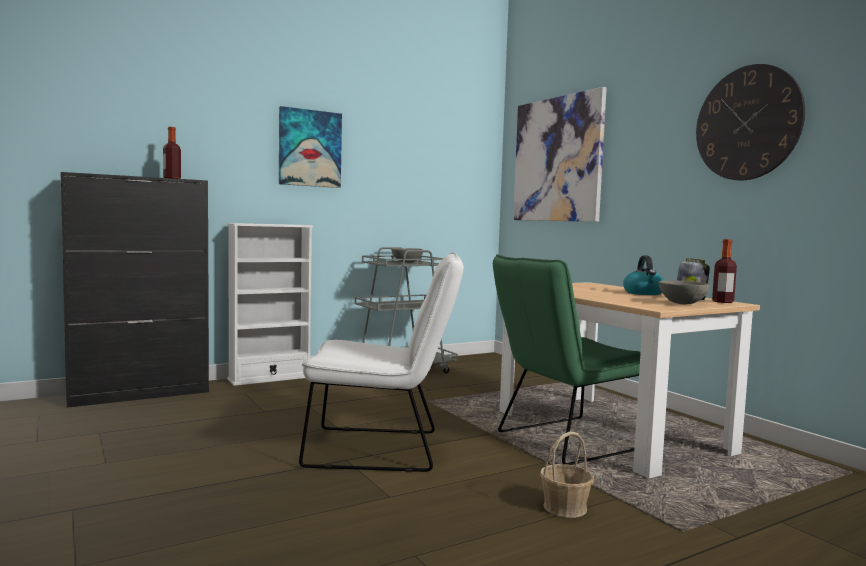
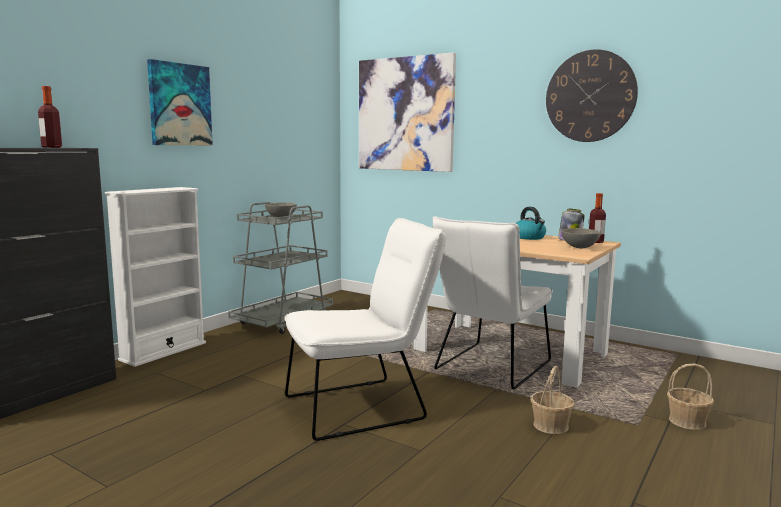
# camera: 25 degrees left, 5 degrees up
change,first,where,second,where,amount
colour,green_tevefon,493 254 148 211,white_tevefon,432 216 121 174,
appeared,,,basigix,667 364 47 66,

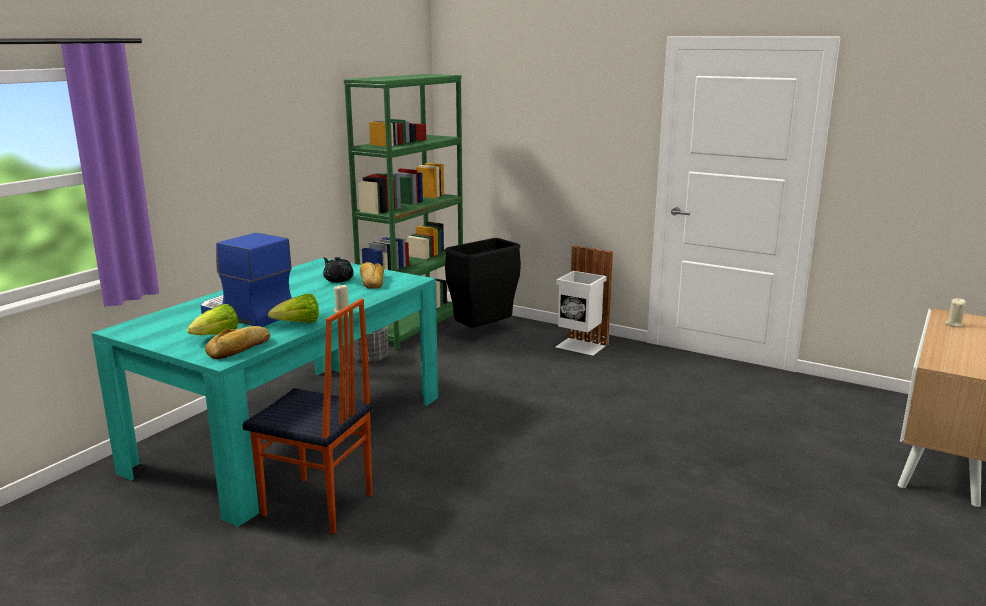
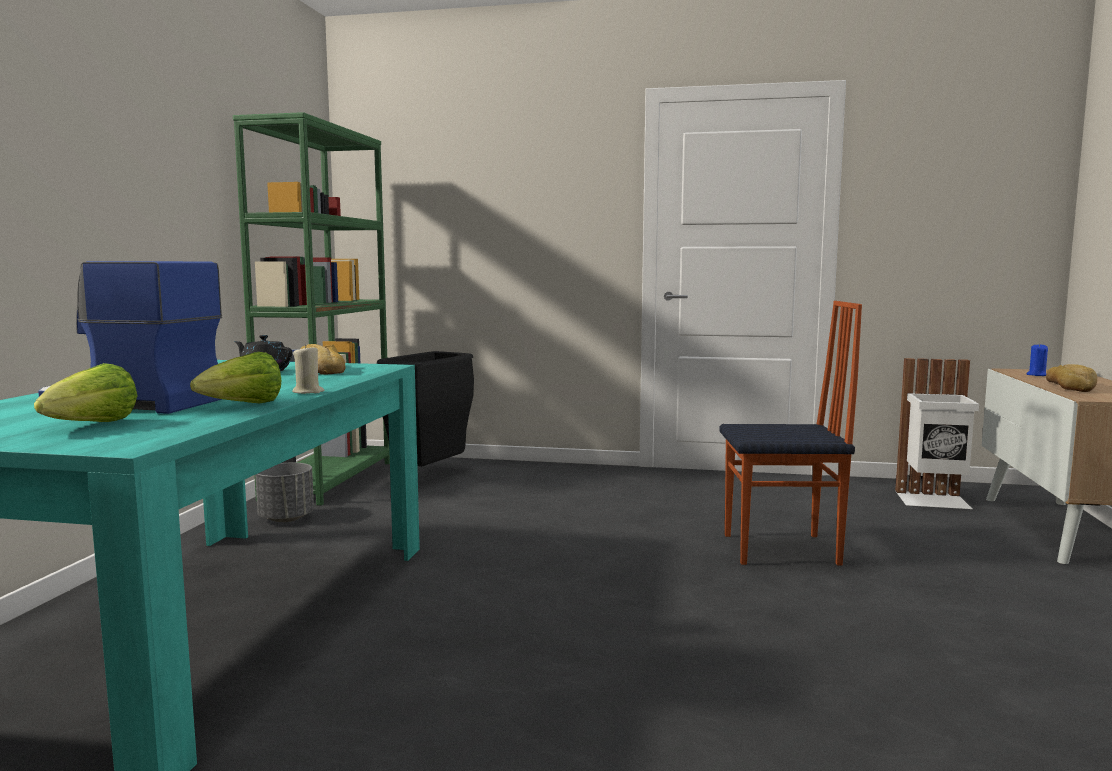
# camera: 20 degrees left, 10 degrees down
change,first,where,second,where,amount
relocated,tevefon,243 299 130 235,,719 301 143 264,
relocated,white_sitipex,556 245 57 111,,895 358 84 151,
colour,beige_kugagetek,945 298 21 29,blue_kugagetek,1027 343 21 33,
relocated,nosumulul,205 326 65 33,,1046 364 51 28,

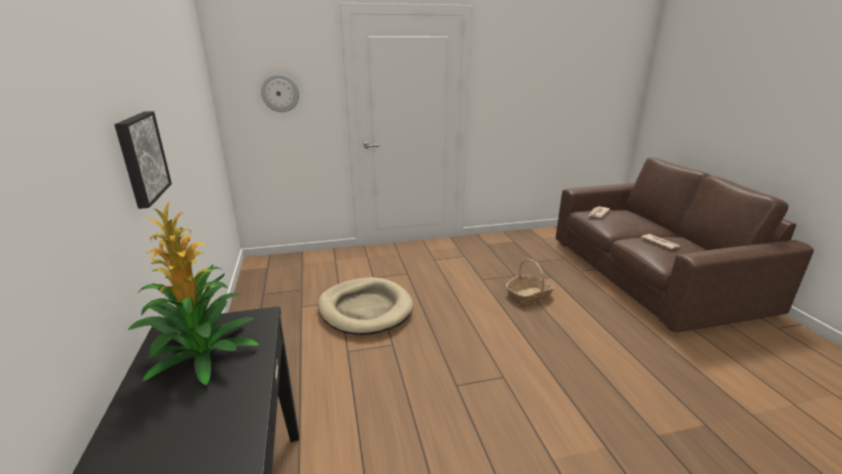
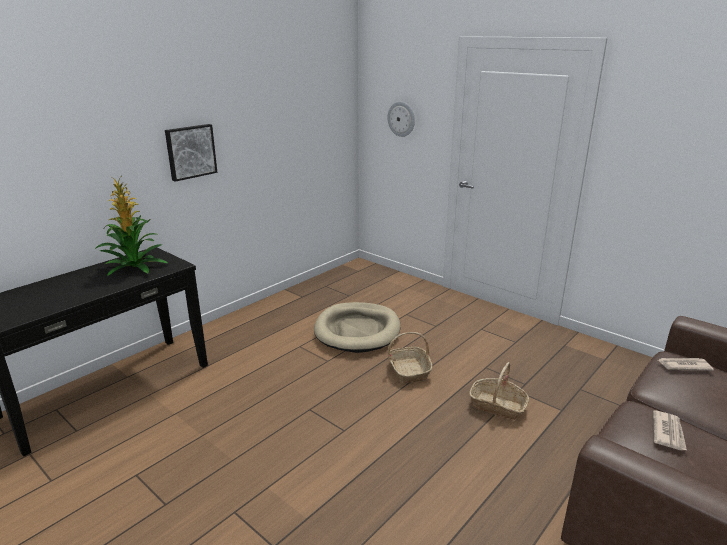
# camera: 55 degrees right, 0 degrees up
change,first,where,second,where,amount
appeared,,,basigix,388 332 45 51,

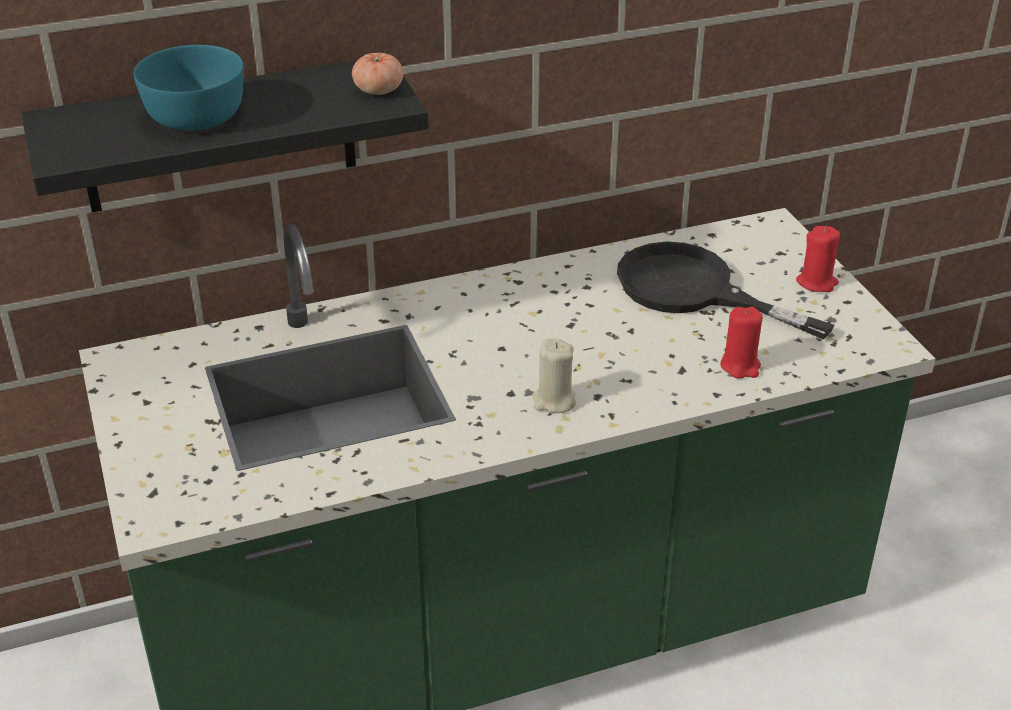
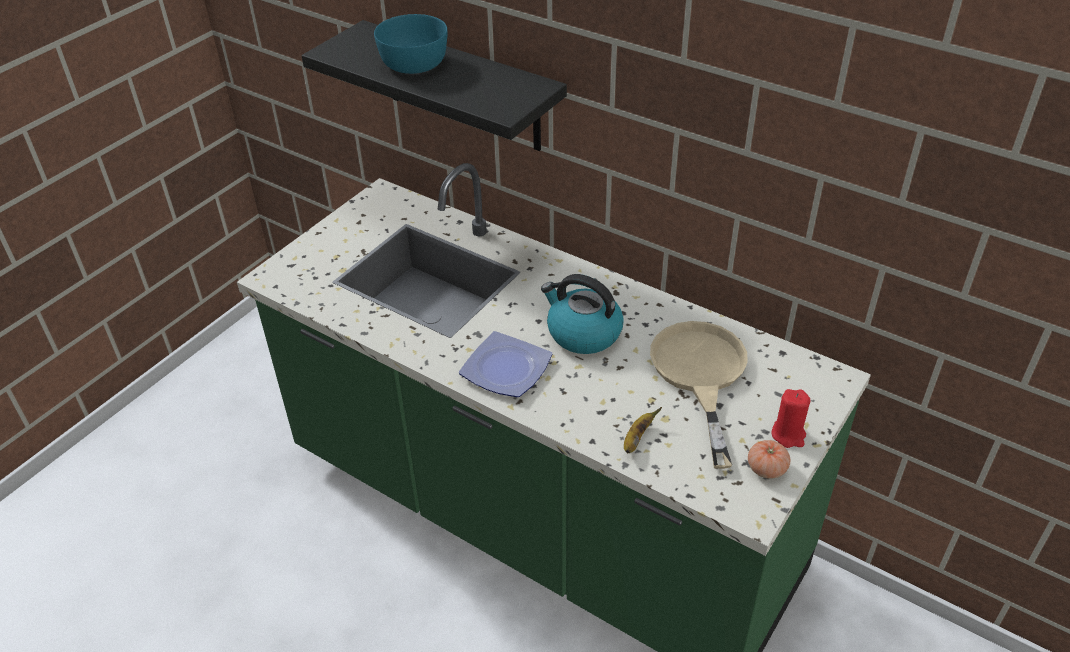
# camera: 55 degrees right, 5 degrees up
change,first,where,second,where,amount
exchanged,beige_kugagetek,533 338 43 75,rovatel,459 331 94 66,
appeared,,,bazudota,541 274 83 80,
exchanged,red_kugagetek,720 307 43 72,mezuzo,624 407 38 46,
colour,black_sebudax,617 242 218 97,beige_sebudax,650 321 98 148,
relocated,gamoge,352 53 51 42,,748 440 43 39,

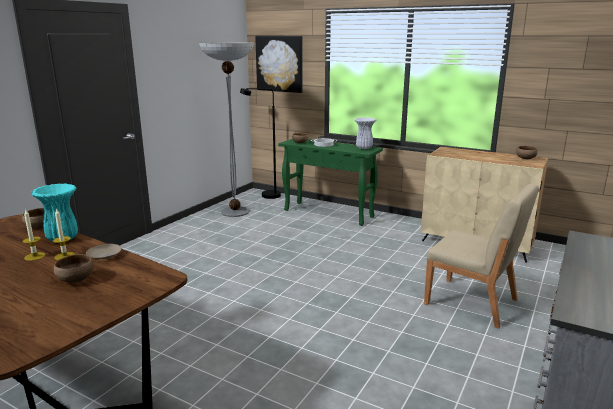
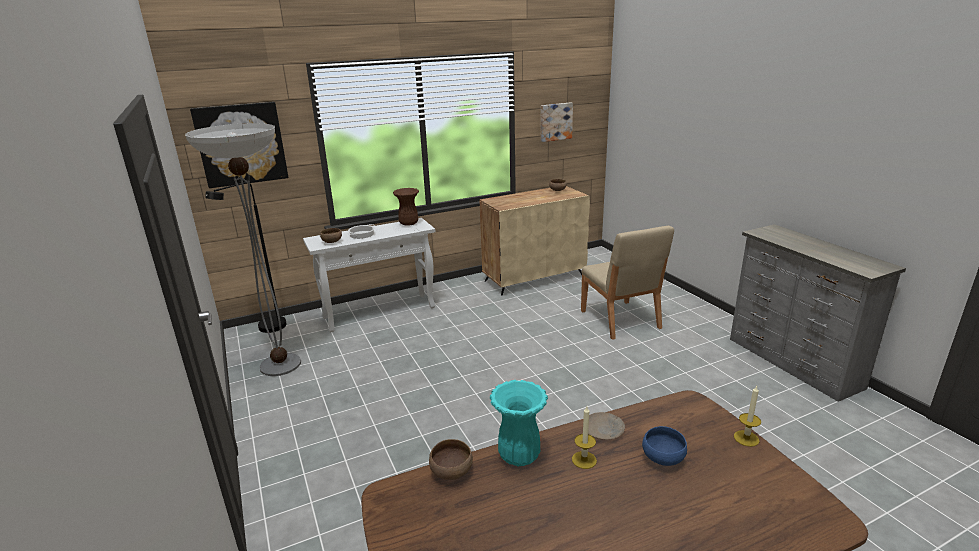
# camera: 55 degrees left, 5 degrees up
change,first,where,second,where,amount
colour,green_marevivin,278 139 105 87,white_marevivin,303 218 133 114,
colour,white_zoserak,354 117 23 32,brown_zoserak,393 188 26 38,
appeared,,,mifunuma,541 102 32 40,
spun,beige_tevefon,424 184 115 145,,581 226 93 114,90 degrees clockwise
colour,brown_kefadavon,54 254 40 29,blue_kefadavon,642 426 45 40,
relocated,kugagetek,22 209 24 52,,734 386 27 61,

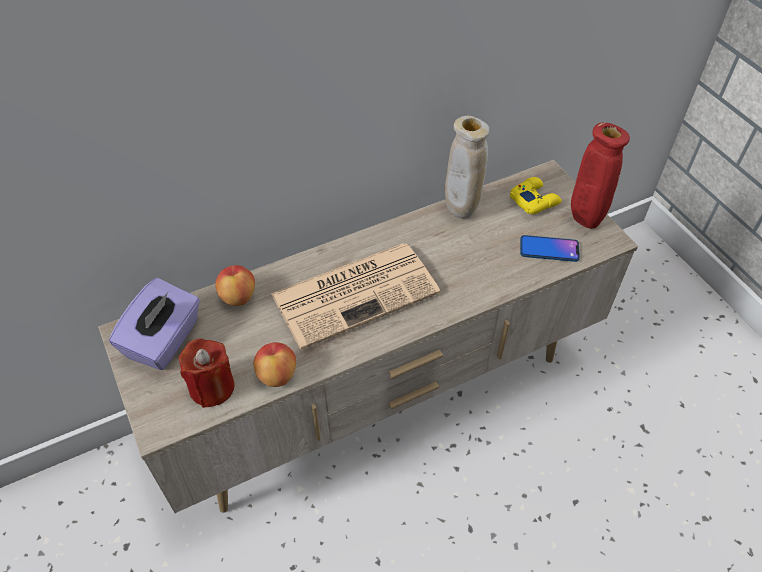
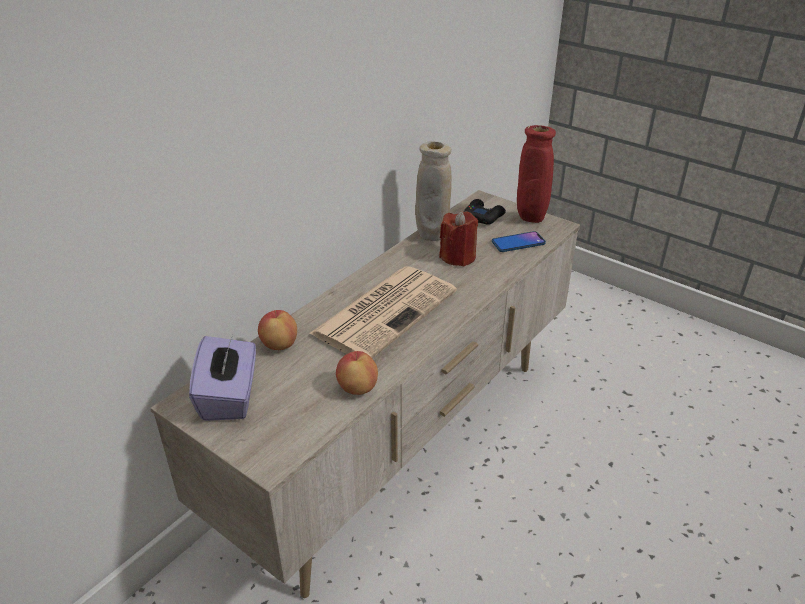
# camera: 25 degrees left, 15 degrees down
change,first,where,second,where,amount
relocated,red_kugagetek,179 339 56 69,,439 211 39 55,
colour,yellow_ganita,510 177 51 37,black_ganita,464 199 42 26,

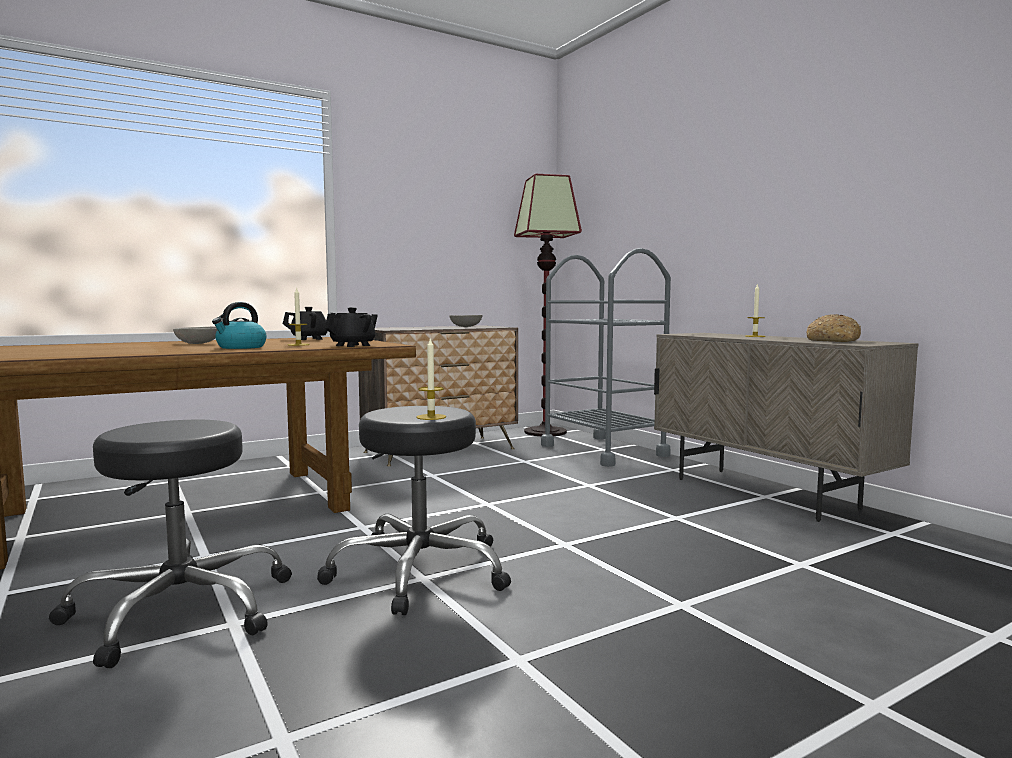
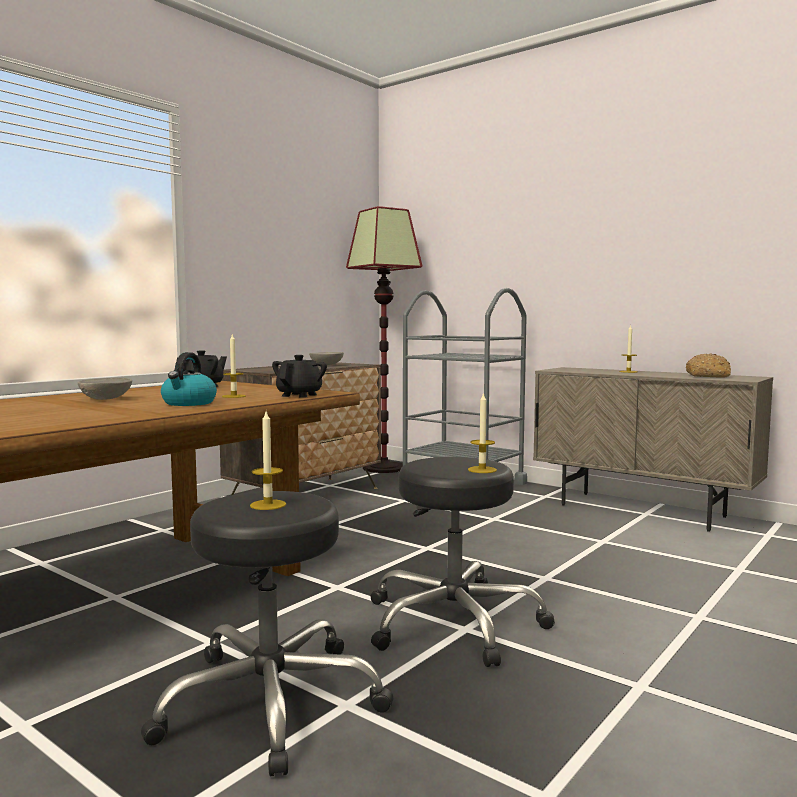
# camera: 20 degrees left, 0 degrees up
change,first,where,second,where,amount
appeared,,,kugagetek,250 411 36 99,

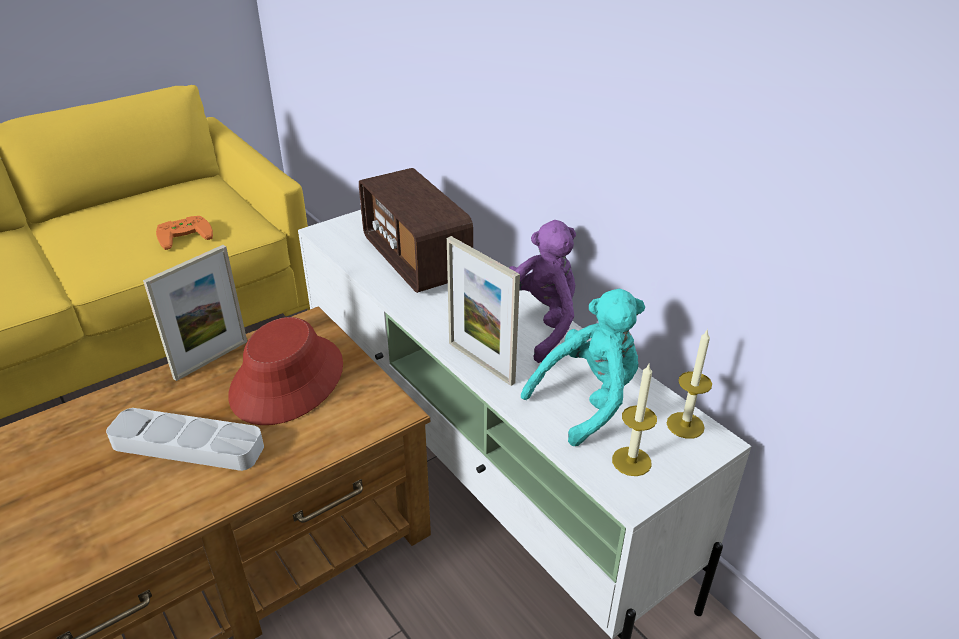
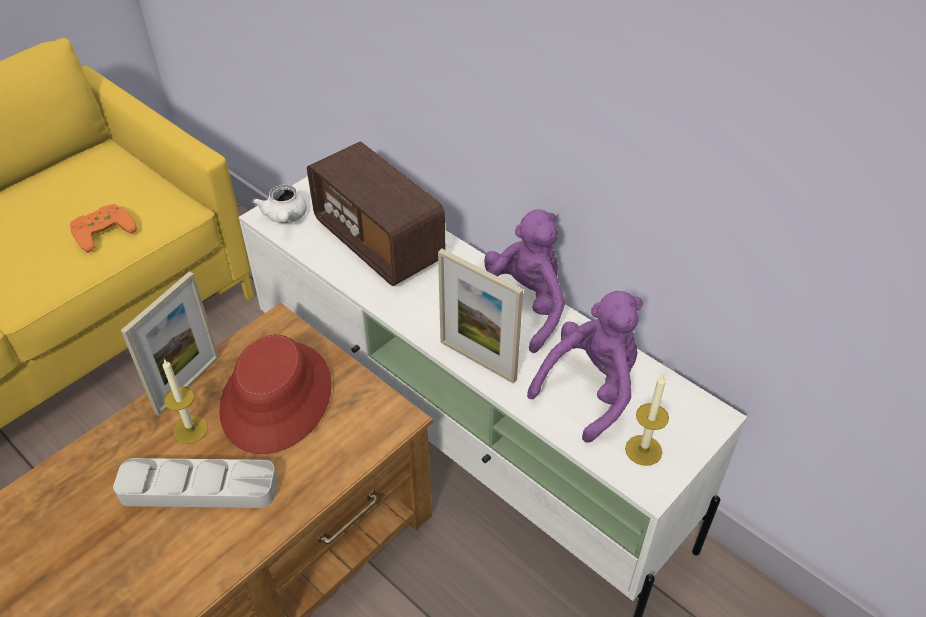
# camera: 10 degrees left, 10 degrees up
change,first,where,second,where,amount
relocated,kugagetek,667 329 45 110,,163 359 45 85,
appeared,,,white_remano,252 185 55 38,
colour,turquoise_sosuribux,521 289 124 157,purple_sosuribux,527 291 116 152,

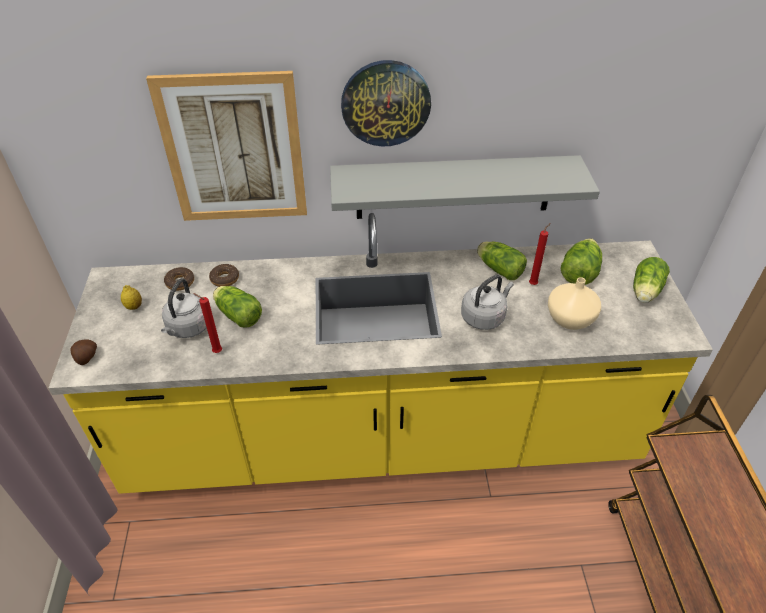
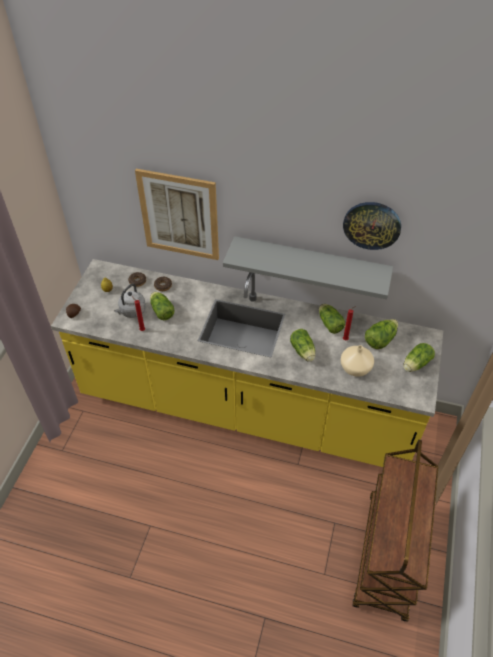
# camera: 20 degrees right, 5 degrees up
change,first,where,second,where,amount
exchanged,grey_bazudota,461 275 53 55,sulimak,290 329 25 33,
relocated,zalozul,341 60 90 86,,343 202 58 48,

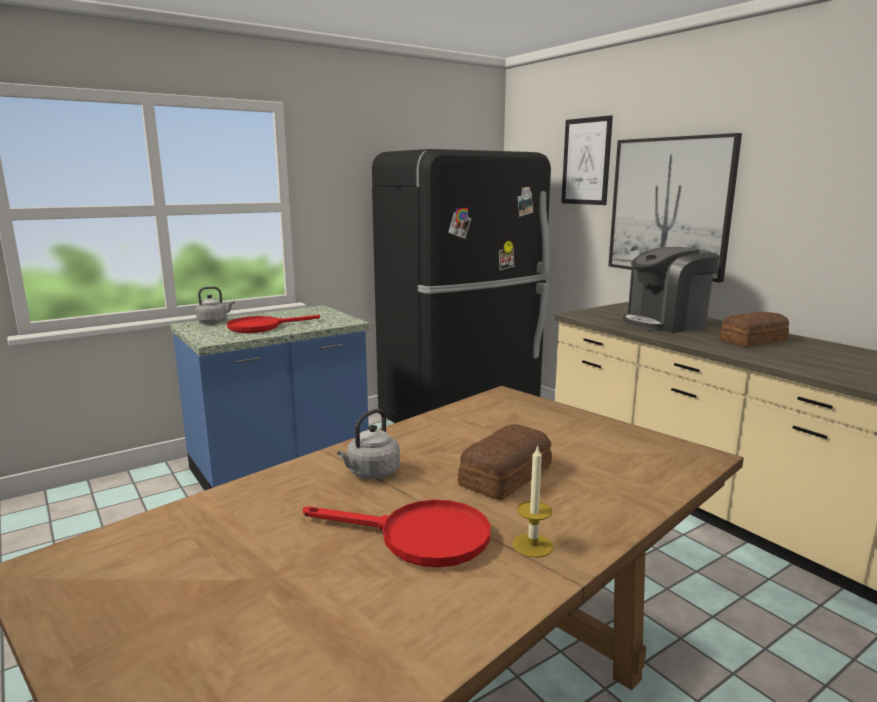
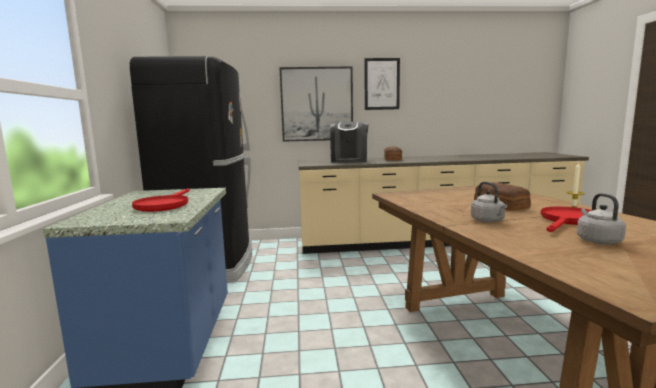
# camera: 60 degrees left, 5 degrees down
change,first,where,second,where,amount
relocated,mifunuma,561 115 52 90,,364 58 36 52,
relocated,grey_bazudota,195 287 40 37,,577 193 49 52,

